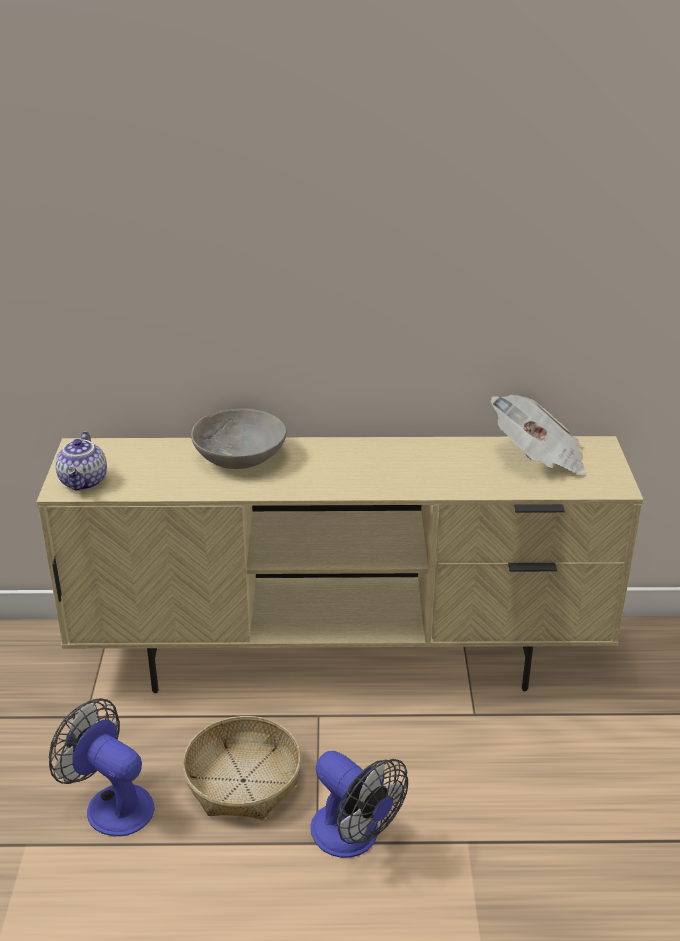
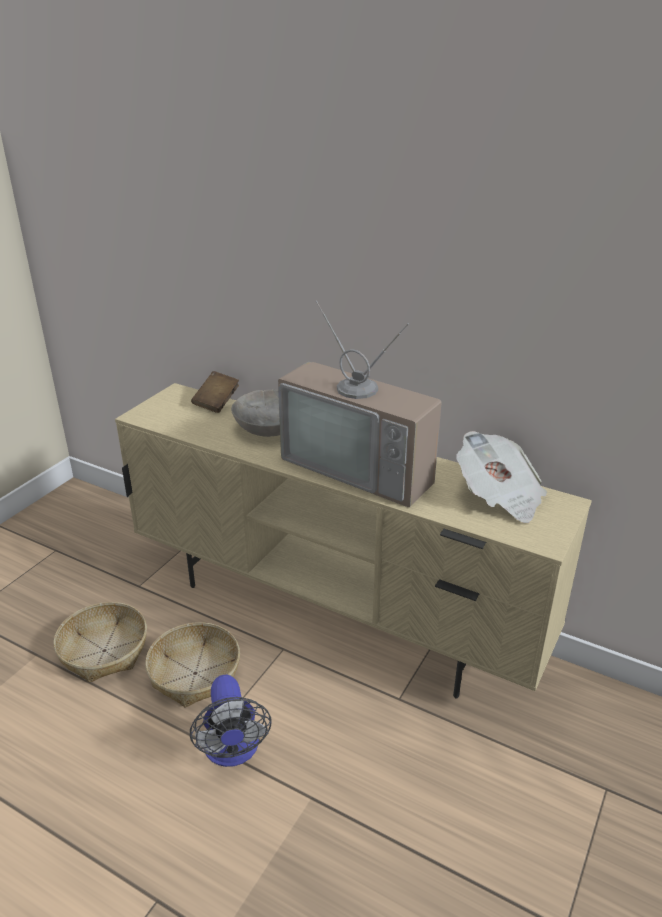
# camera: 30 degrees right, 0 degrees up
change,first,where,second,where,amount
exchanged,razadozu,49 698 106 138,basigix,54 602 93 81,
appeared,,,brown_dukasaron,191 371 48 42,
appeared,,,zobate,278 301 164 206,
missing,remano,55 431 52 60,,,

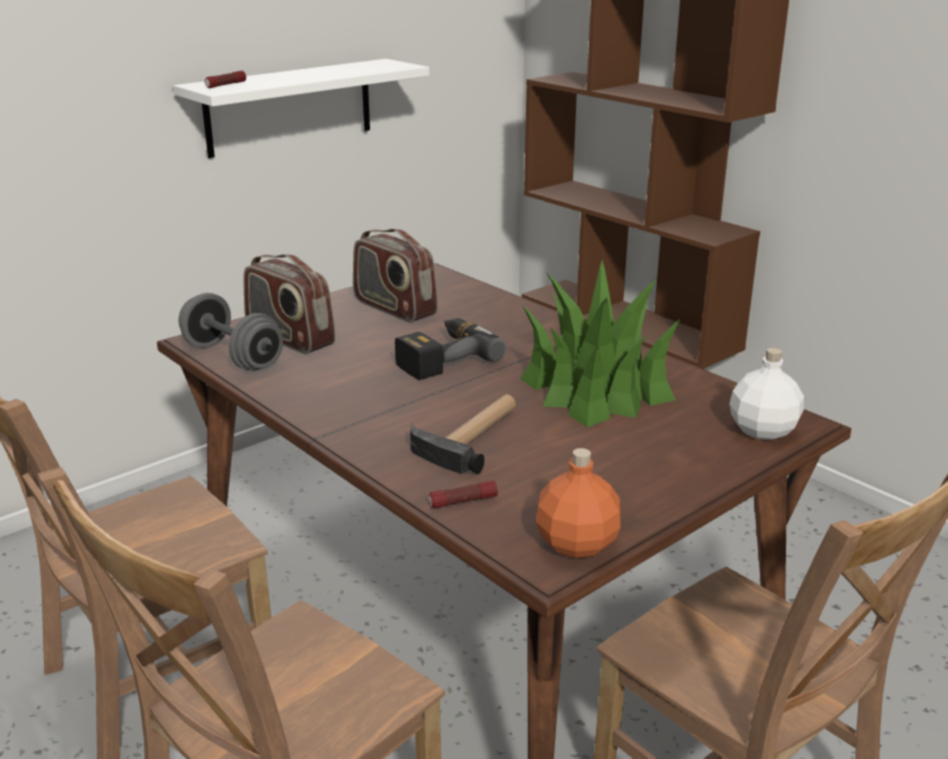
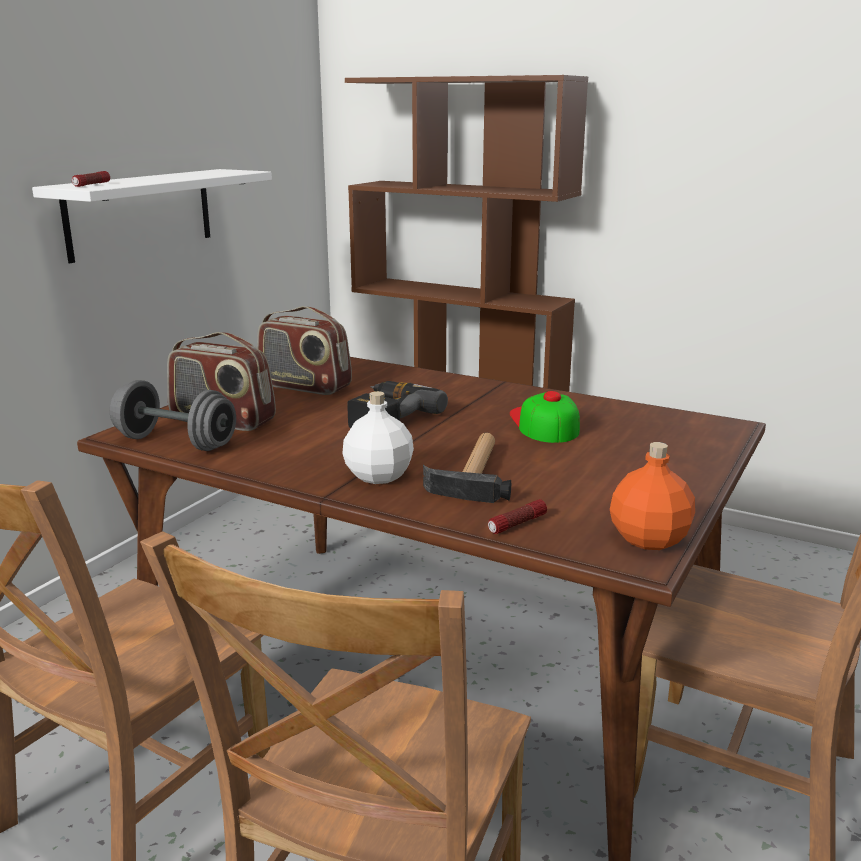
# camera: 20 degrees left, 5 degrees down
change,first,where,second,where,amount
relocated,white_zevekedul,729 348 75 92,,342 391 72 93,
exchanged,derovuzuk,520 260 161 167,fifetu,510 391 70 52,

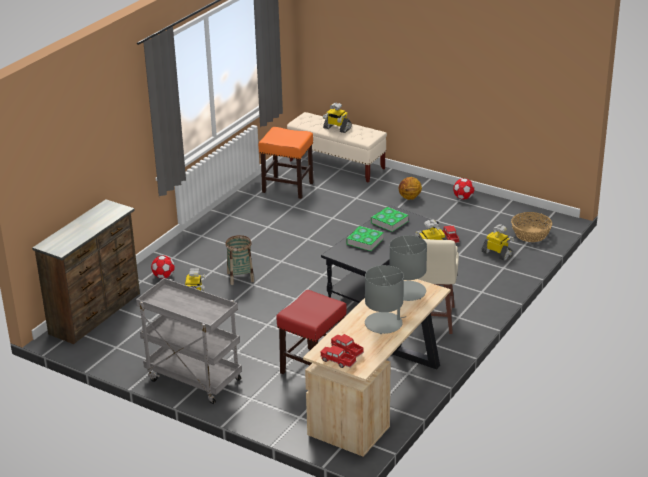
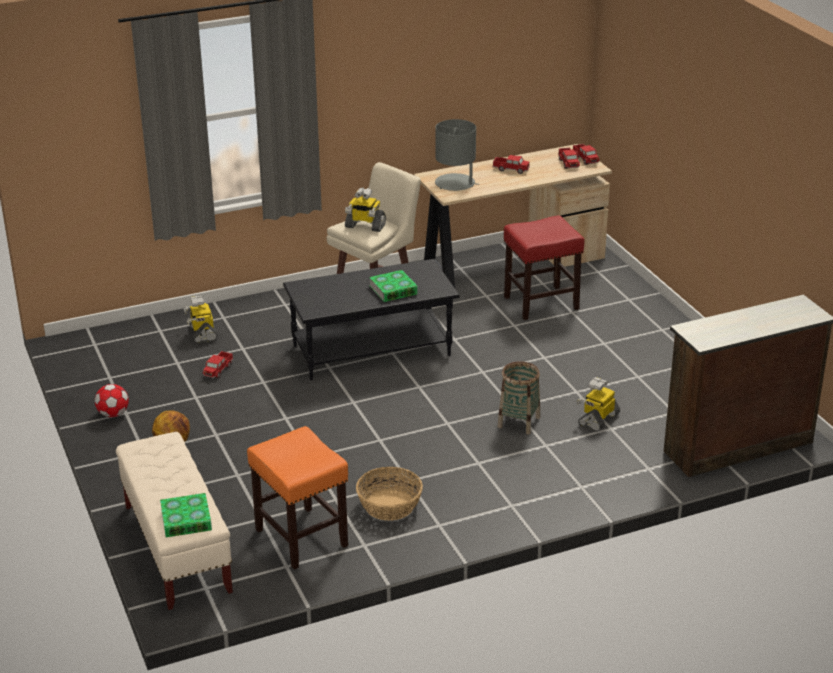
# camera: 145 degrees left, 0 degrees up
change,first,where,second,where,amount
relocated,dukasaron,371 207 38 25,,160 493 52 44,
relocated,basigix,511 212 41 30,,356 467 67 54,
exchanged,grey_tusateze,365 265 41 69,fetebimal,492 155 38 19,
missing,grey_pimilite,136 278 106 126,,,
missing,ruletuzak,151 255 24 24,,,
missing,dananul,323 102 29 31,,,

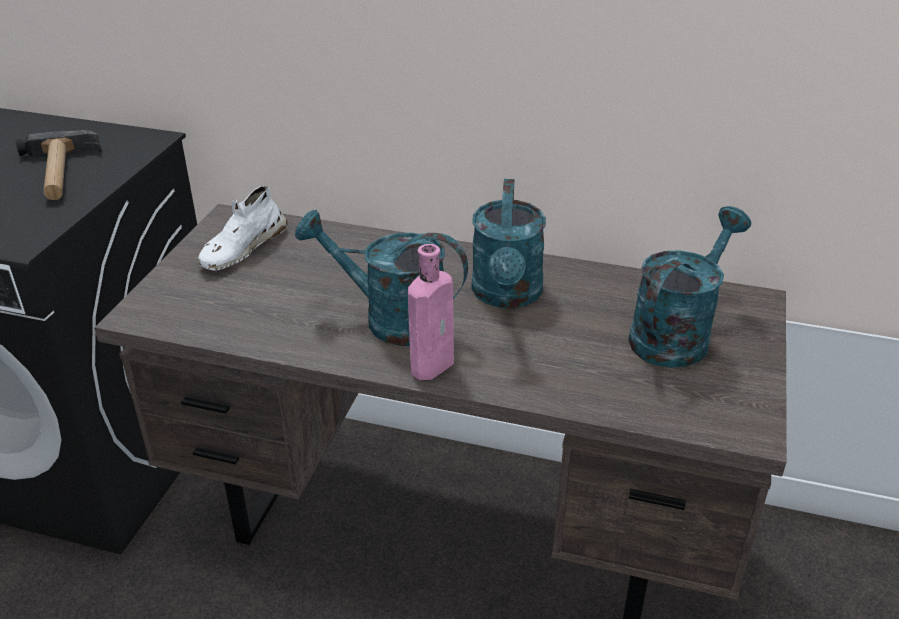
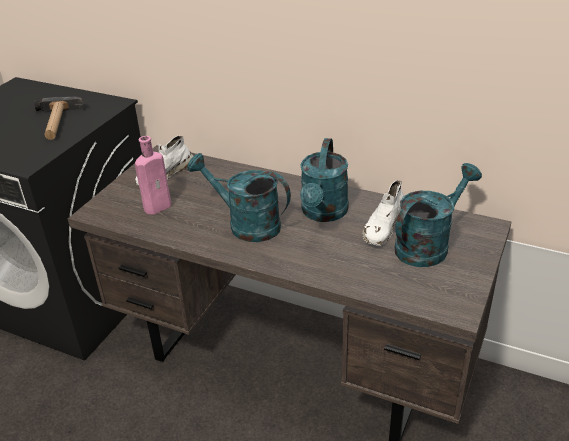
# camera: 10 degrees right, 0 degrees up
change,first,where,second,where,amount
relocated,pink_zevekedul,408 244 46 136,,135 136 36 79,
appeared,,,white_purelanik,362 181 42 65,

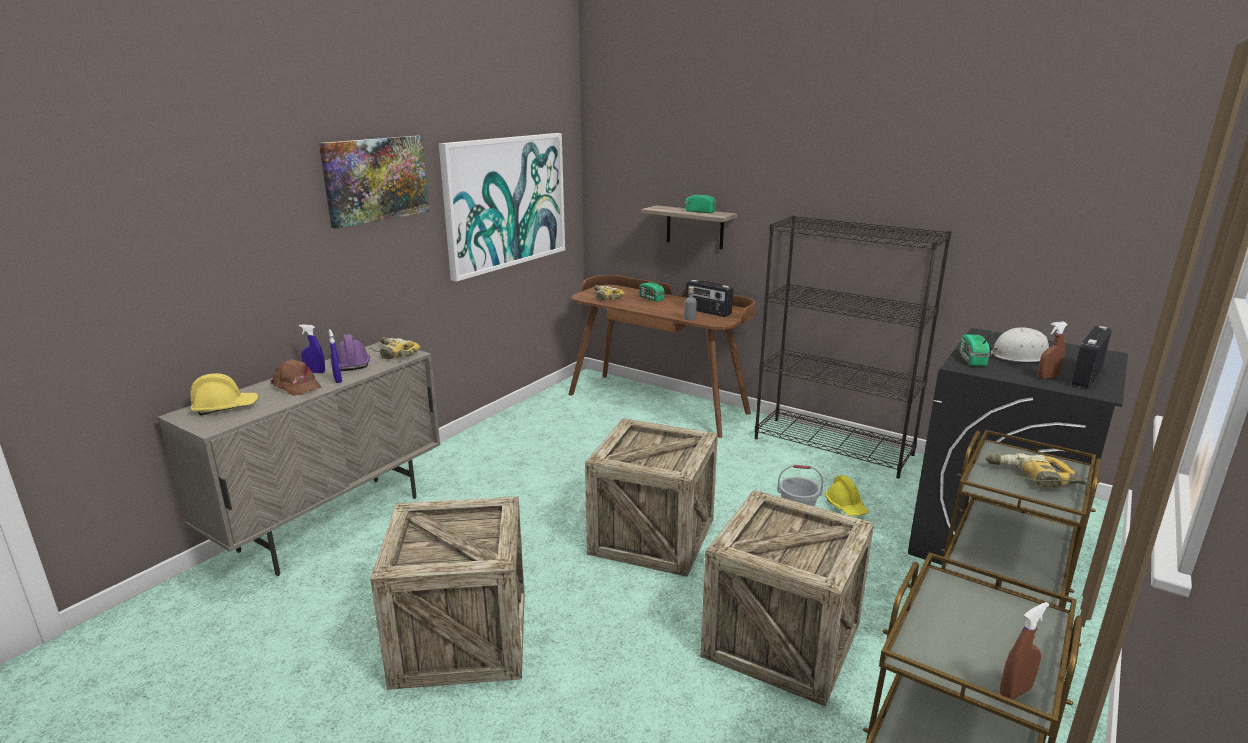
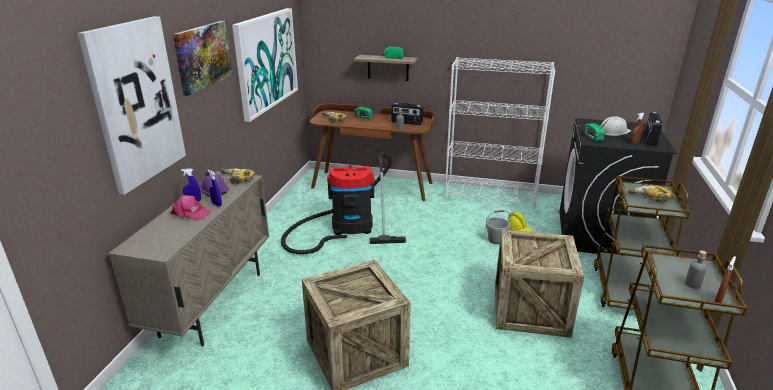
# camera: 20 degrees left, 5 degrees up
change,first,where,second,where,amount
appeared,,,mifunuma,77 16 109 179,
colour,brown_fifetu,271 360 51 36,pink_fifetu,170 195 42 26,
appeared,,,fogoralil,281 153 125 101,
colour,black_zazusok,755 215 196 263,white_zazusok,444 57 112 152,
appeared,,,grey_zevekedul,685 251 22 38,
missing,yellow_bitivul,190 373 68 43,,,
missing,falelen,585 418 133 159,,,

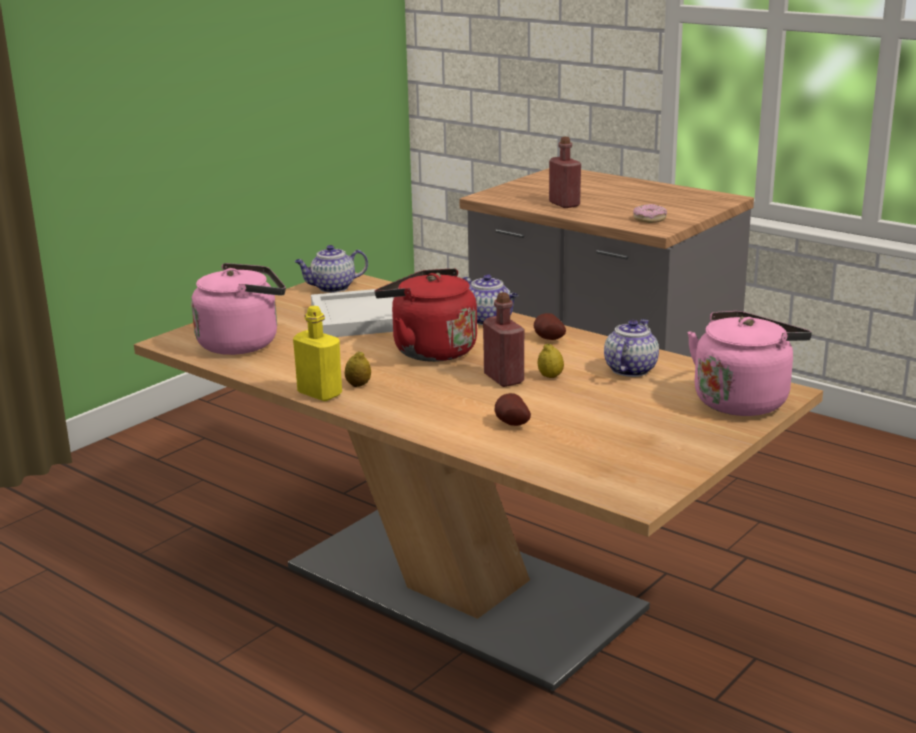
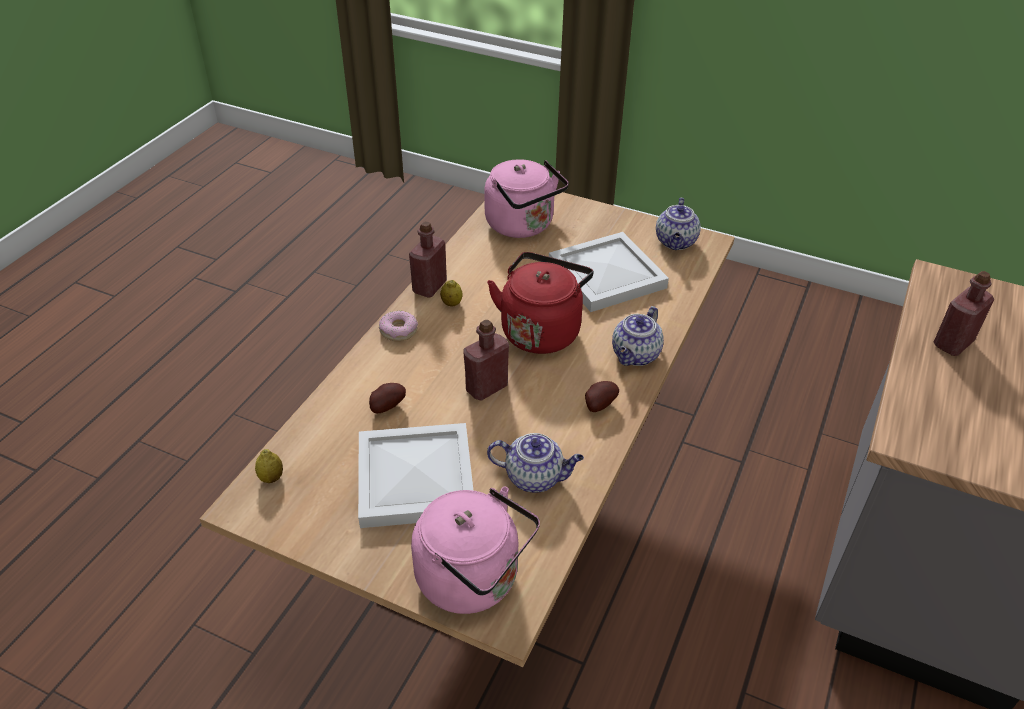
# camera: 75 degrees right, 20 degrees up
change,first,where,second,where,amount
relocated,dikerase,538 344 26 34,,255 449 28 34,
appeared,,,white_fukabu,358 423 115 105,
relocated,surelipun,633 204 34 19,,379 310 39 31,
colour,yellow_zevekedul,293 306 49 95,red_zevekedul,409 221 38 77,
spun,remano,294 245 74 48,,656 198 45 52,135 degrees counterclockwise

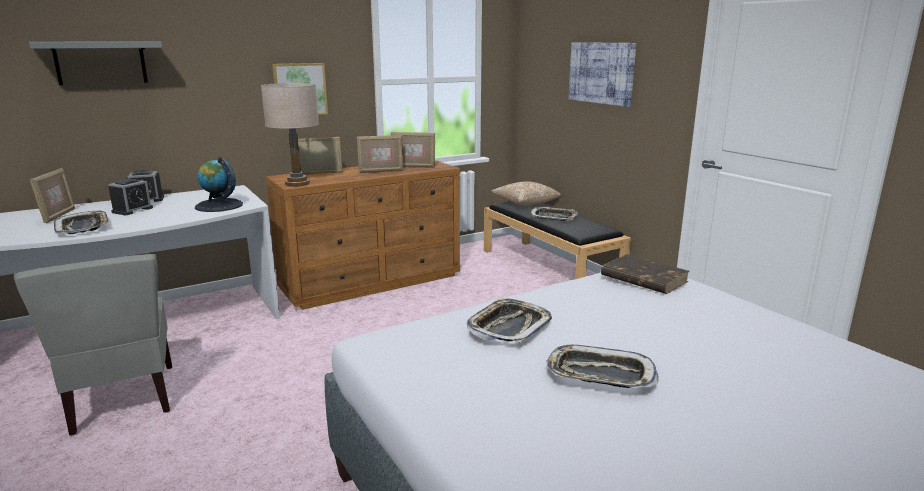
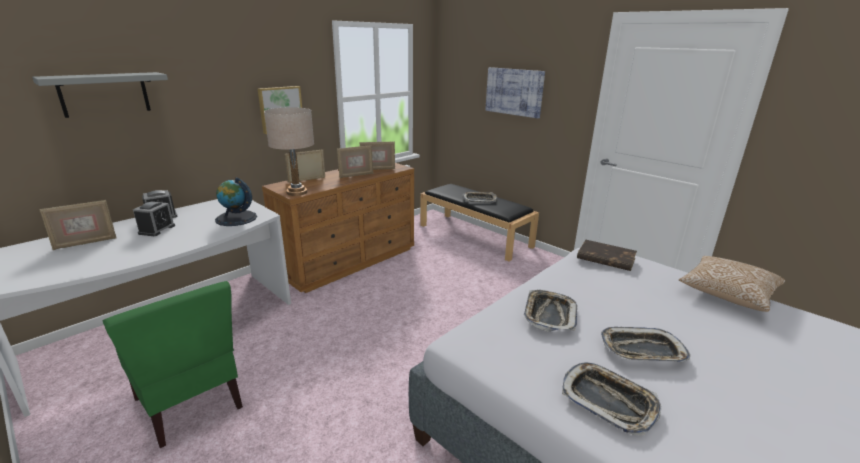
# camera: 15 degrees left, 5 degrees up
change,first,where,second,where,amount
spun,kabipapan,30 168 45 56,,40 200 77 50,75 degrees clockwise
colour,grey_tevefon,14 254 158 181,green_tevefon,103 281 140 167,
relocated,fukabu,54 211 55 23,,562 363 100 72,
relocated,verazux,491 181 70 25,,679 256 106 56,

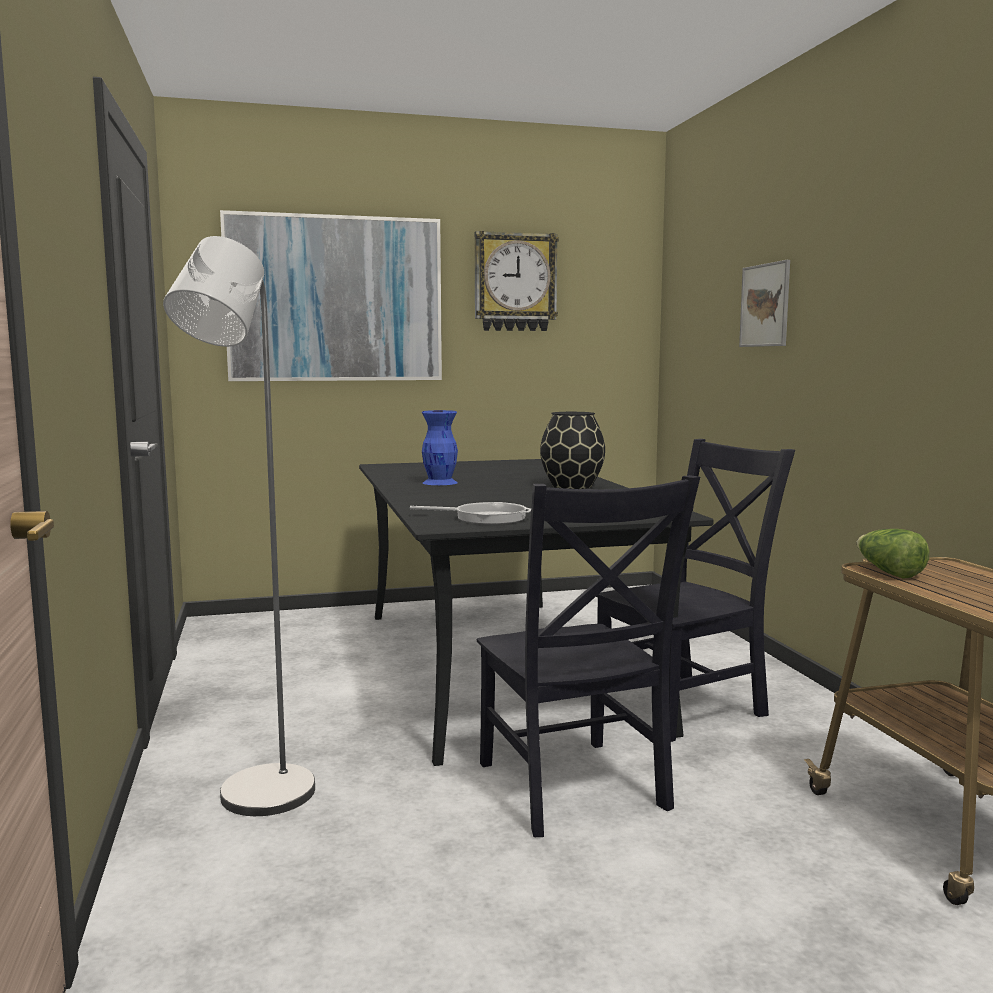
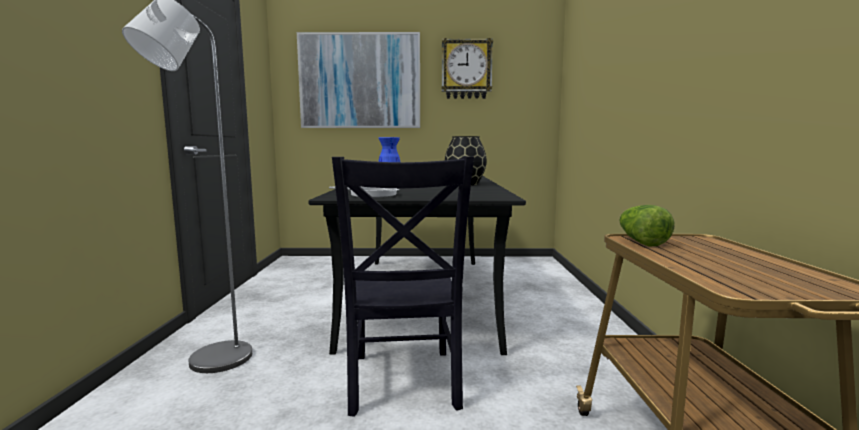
# camera: 15 degrees right, 0 degrees up
change,first,where,second,where,amount
missing,black_tevefon,596 439 199 303,,,
missing,mifunuma,739 260 51 87,,,

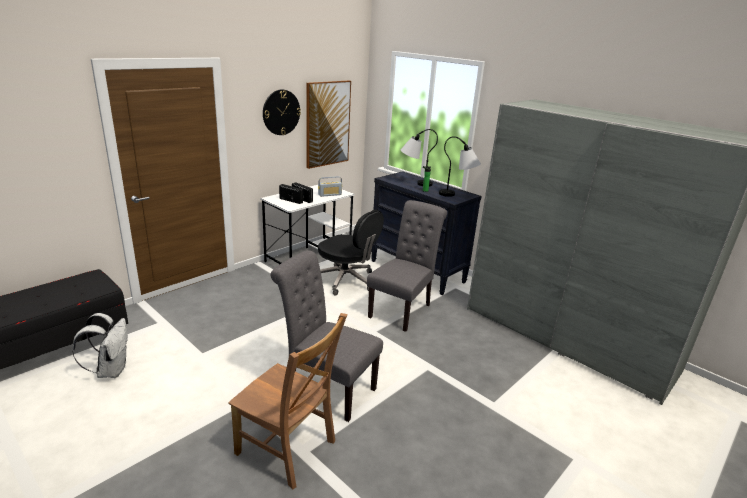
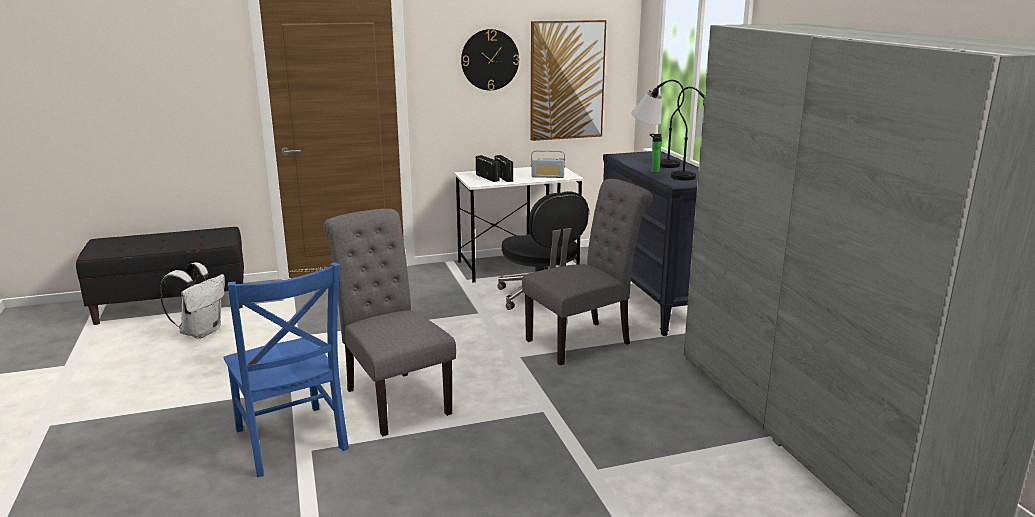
# camera: 30 degrees right, 5 degrees down
change,first,where,second,where,amount
colour,brown_tevefon,229 313 119 177,blue_tevefon,223 262 126 215,

